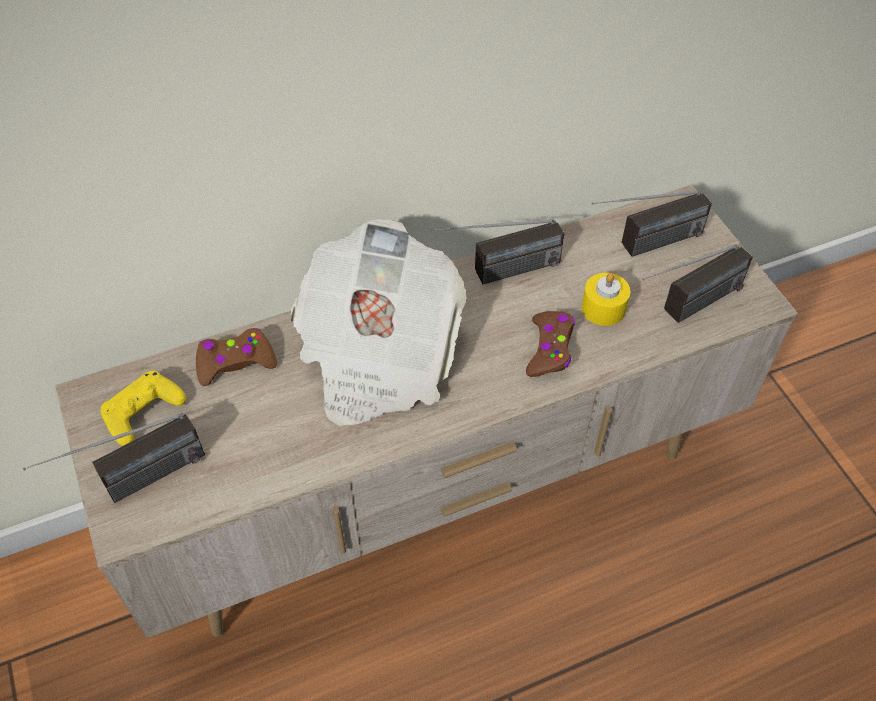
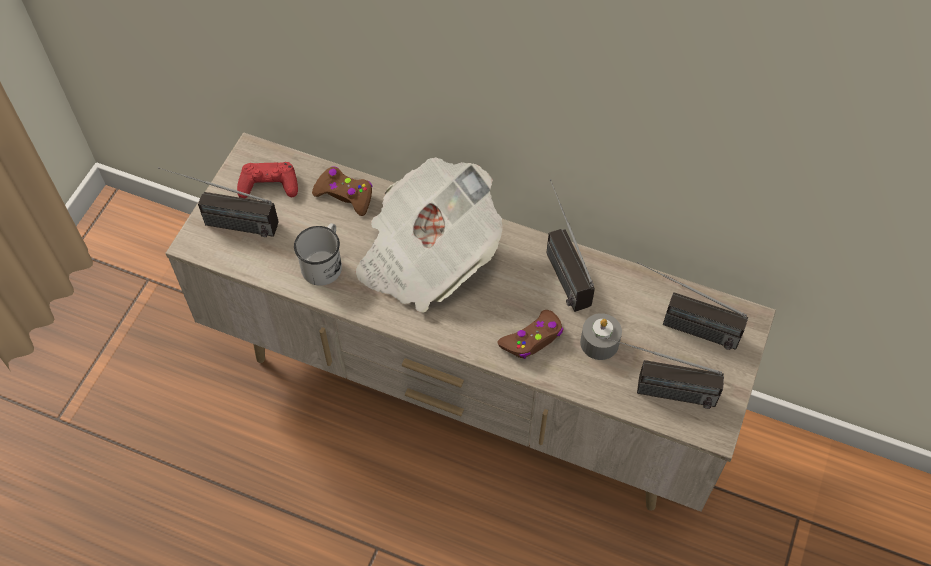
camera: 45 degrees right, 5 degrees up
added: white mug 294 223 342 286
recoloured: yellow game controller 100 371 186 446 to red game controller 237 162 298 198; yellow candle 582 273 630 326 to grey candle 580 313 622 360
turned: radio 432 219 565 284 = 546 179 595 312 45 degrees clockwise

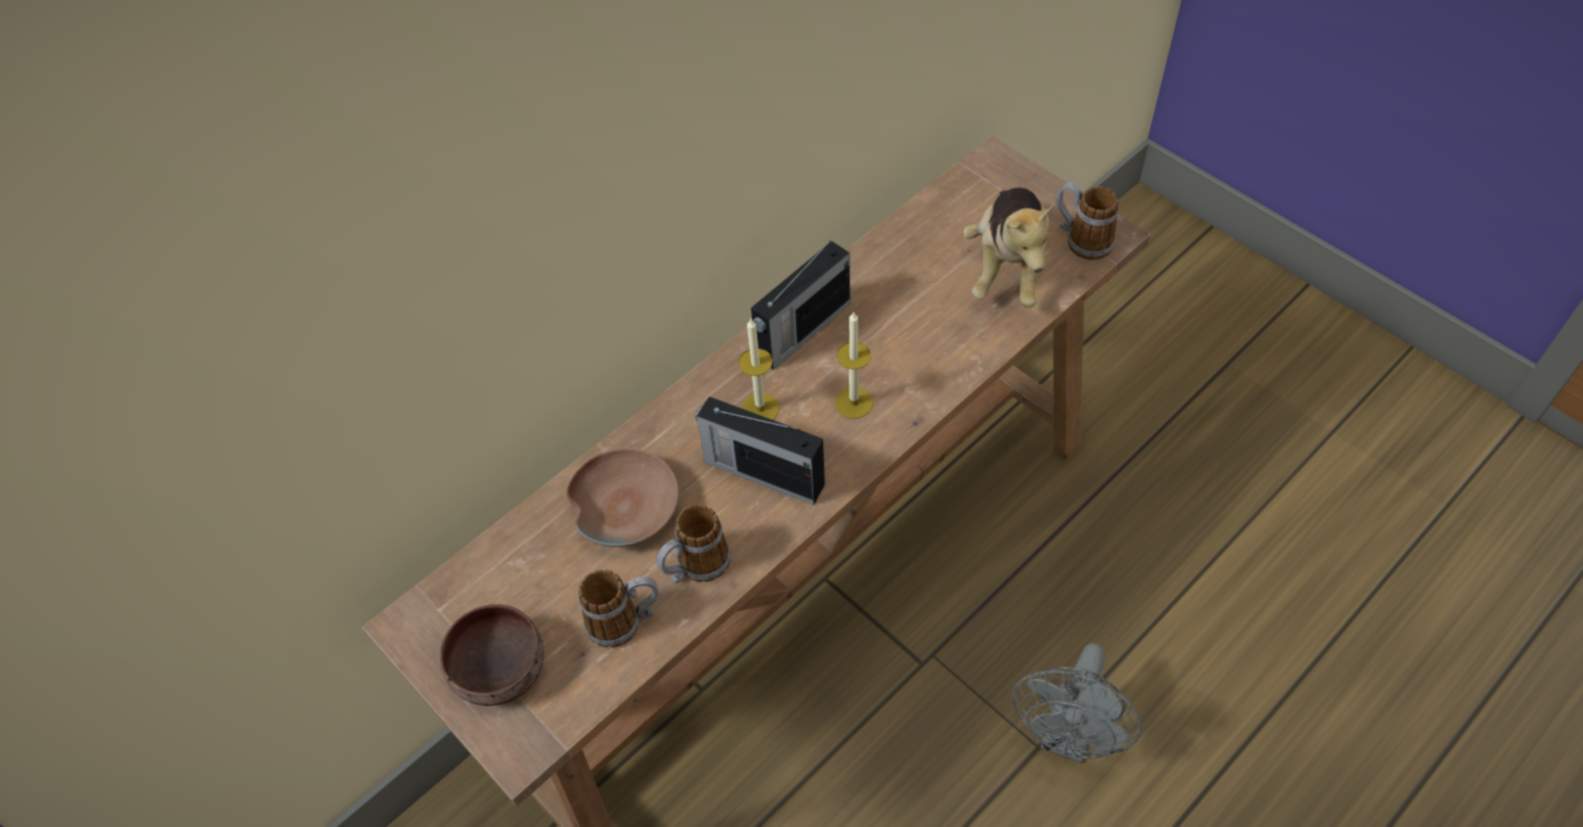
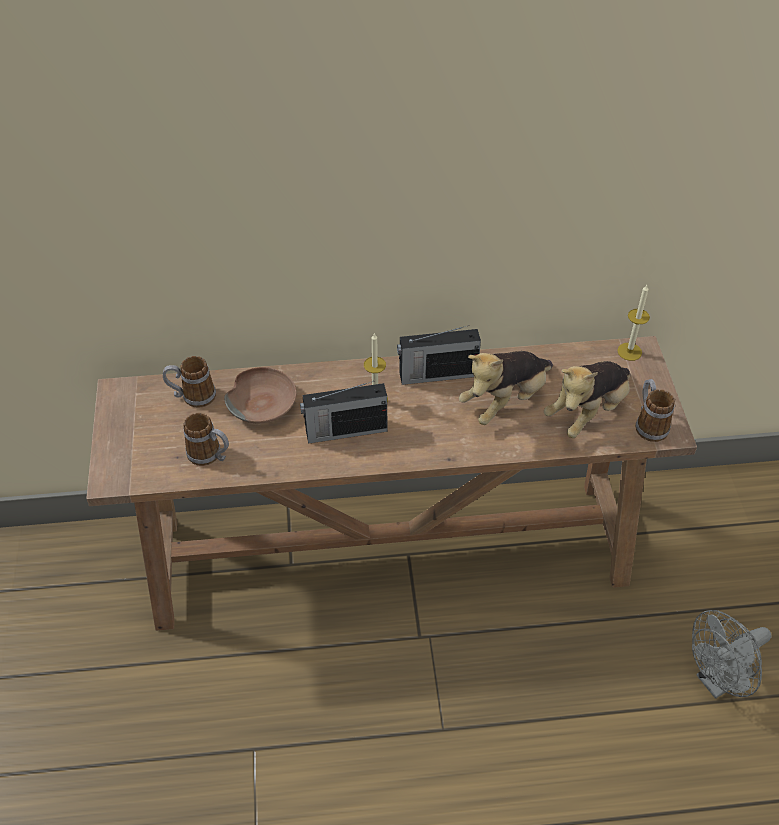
camera: 35 degrees right, 5 degrees down
removed: brown bowl 440 604 544 706
added: plush toy 459 351 553 425
moved: mug 657 504 731 583 to 163 356 216 408; candle 835 311 873 419 to 617 285 650 361; grey fan 1012 643 1142 763 to 692 610 772 699
turned: radio 695 396 825 505 = 300 381 387 444 75 degrees counterclockwise

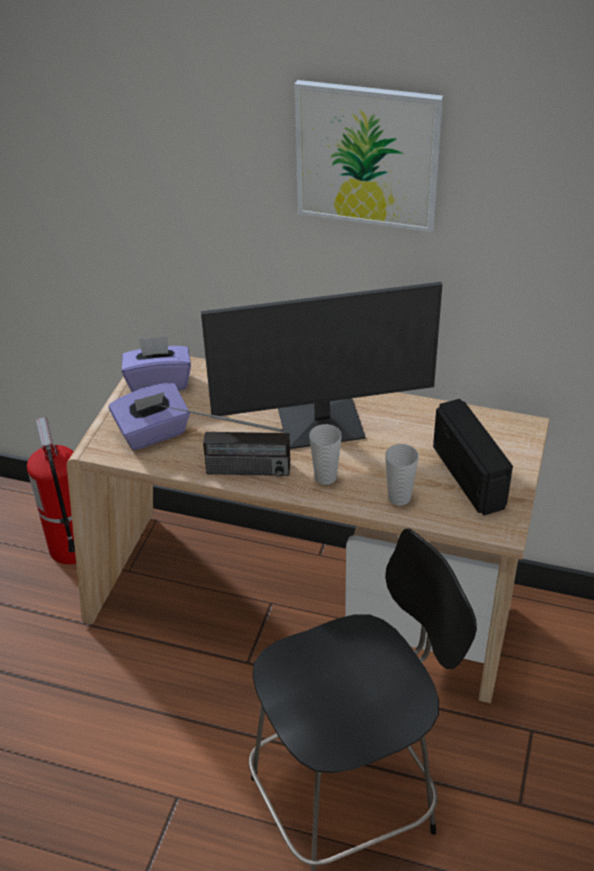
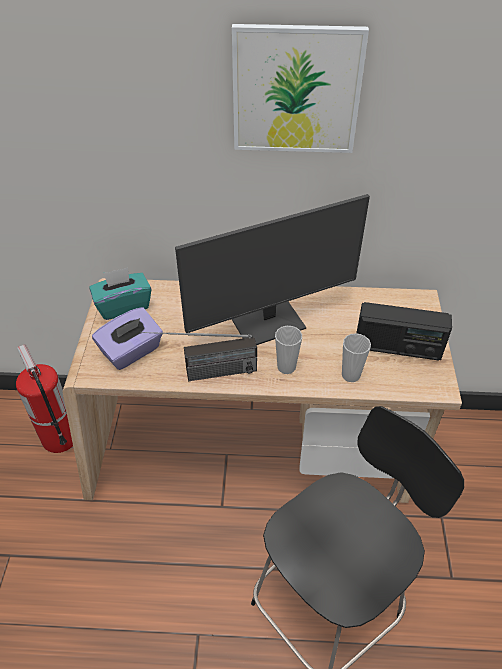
camera: 15 degrees left, 5 degrees up
recoloured: purple tissue box 122 336 191 392 to turquoise tissue box 89 267 152 320
turned: radio 433 399 513 515 = 356 302 452 361 135 degrees clockwise

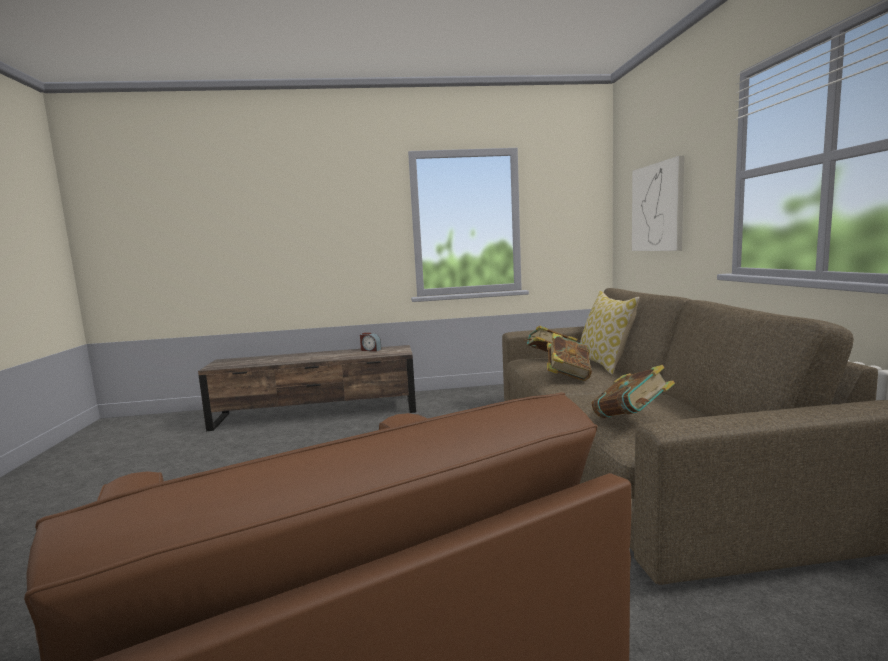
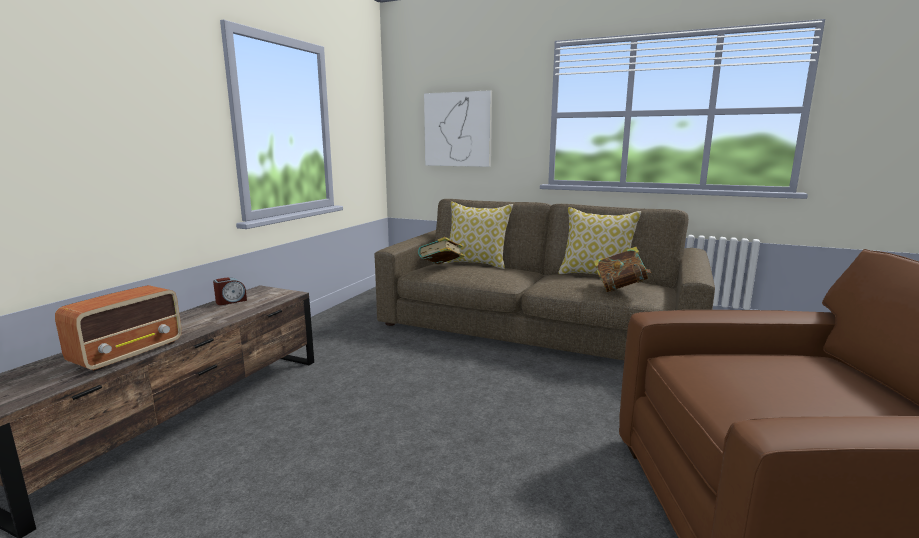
camera: 60 degrees left, 5 degrees up
removed: book 547 333 592 381
added: radio 55 285 182 372; pillow 558 207 641 275

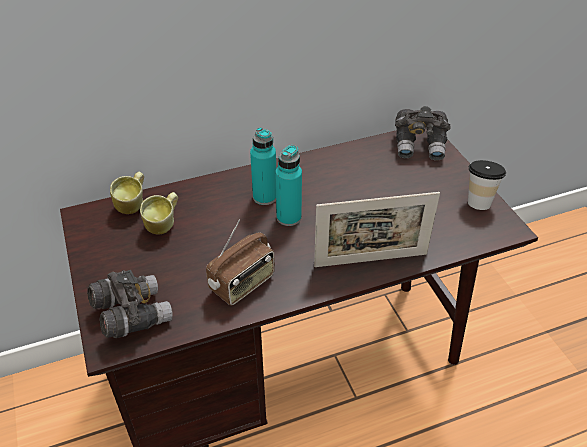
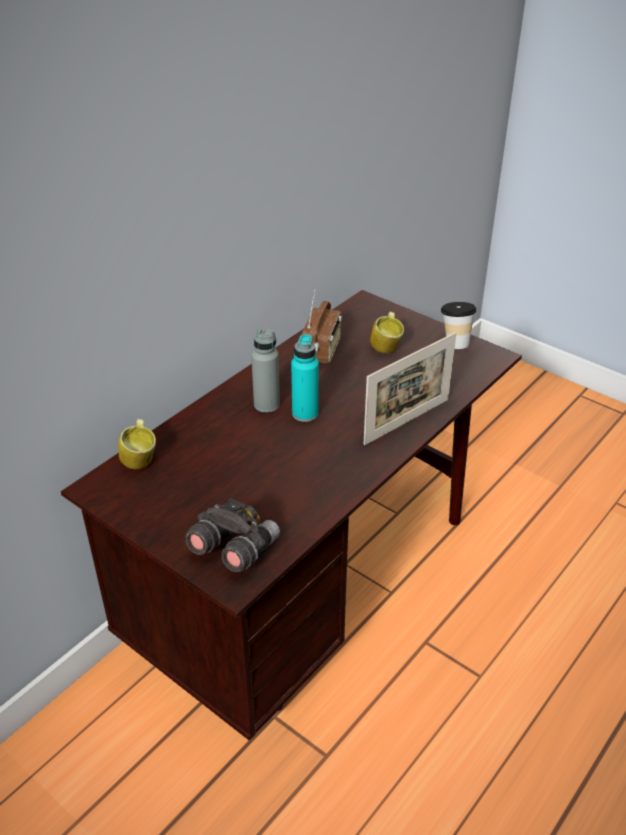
camera: 30 degrees left, 5 degrees down
removed: grey binoculars 395 106 450 161
moved: radio 206 220 275 306 to 302 289 342 364; mug 140 192 178 234 to 370 312 404 353
recoloured: turquoise bottle 250 127 276 205 to grey bottle 251 329 280 413

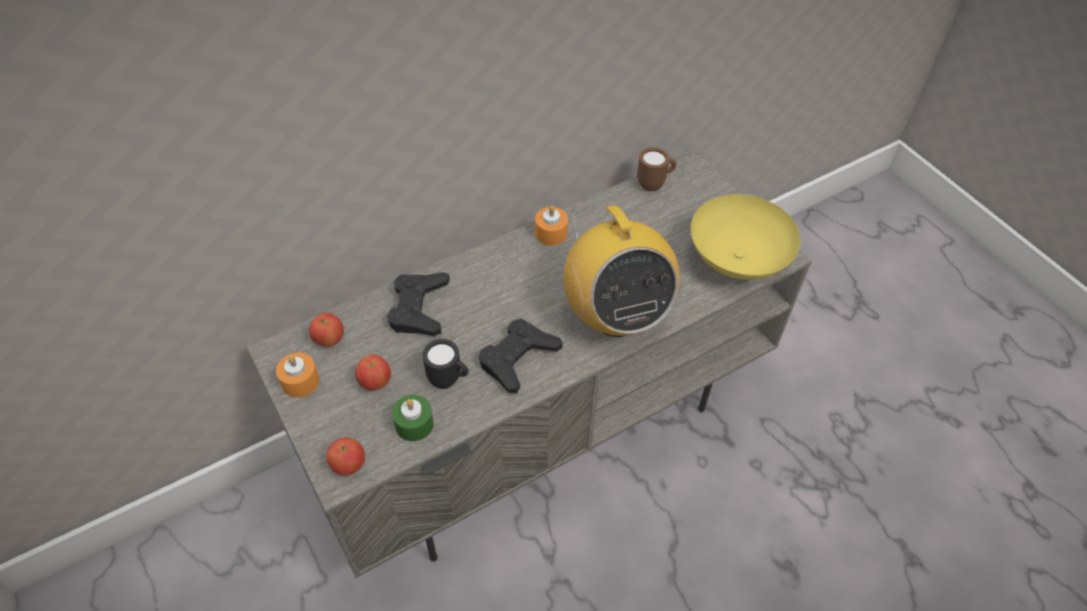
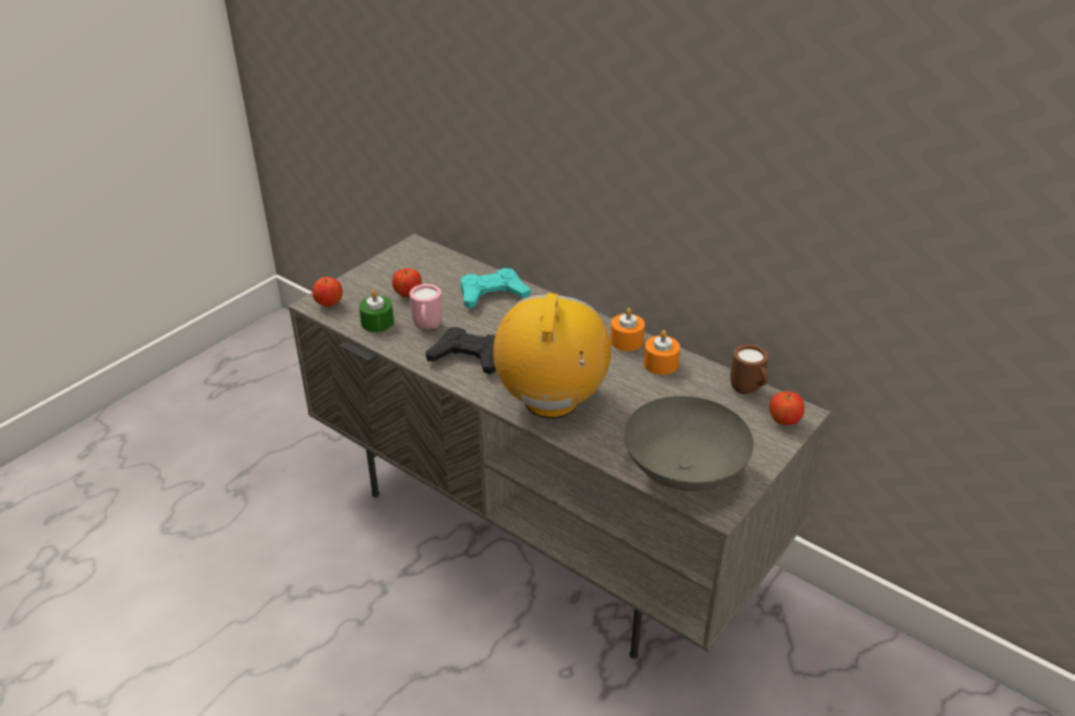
camera: 70 degrees right, 15 degrees down
moved: orange candle 276 352 319 398 to 644 330 680 375; apple 309 313 344 347 to 769 391 804 425
recoloured: black mug 423 339 469 389 to pink mug 409 284 443 329; black game controller 387 272 450 336 to turquoise game controller 461 268 531 308; yellow bowl 691 194 801 280 to grey bowl 624 396 754 491
turned: radio 563 205 680 337 = 493 293 611 418 135 degrees clockwise

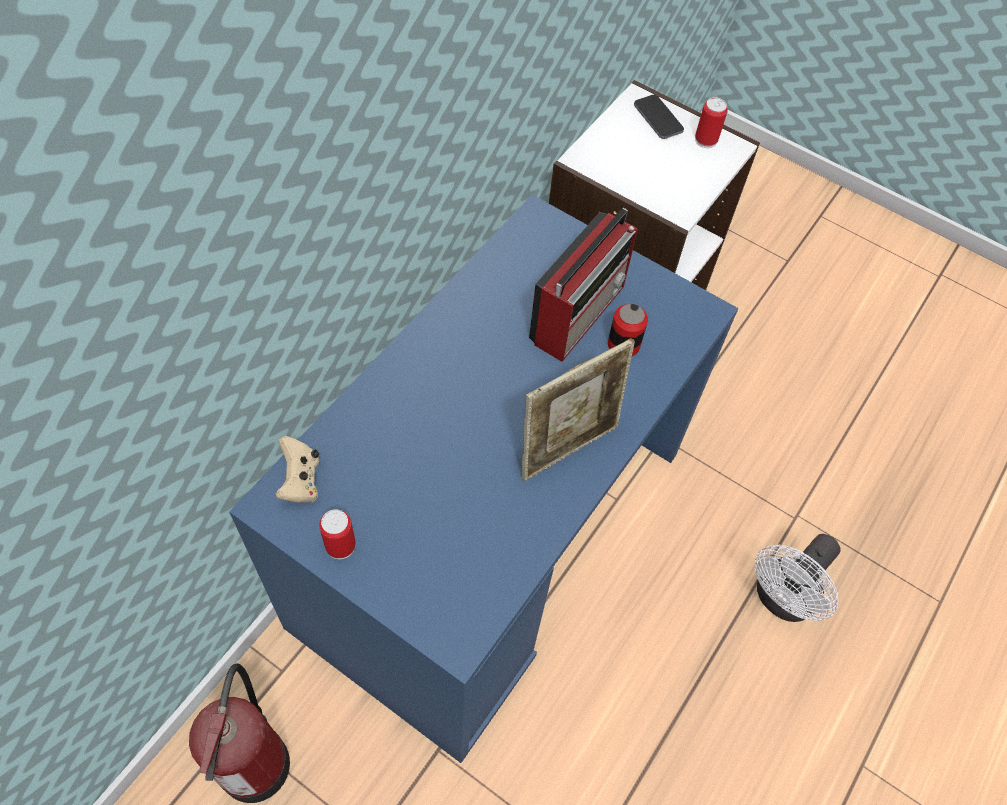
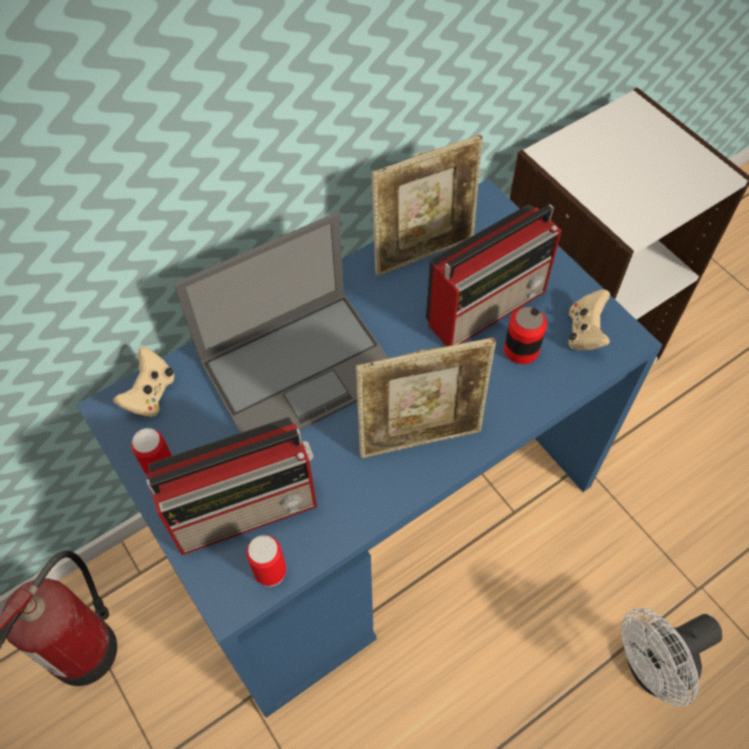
camera: 25 degrees right, 0 degrees up
removed: phone 634 95 684 139
added: radio 146 417 317 555; laptop 173 212 388 433; picture frame 371 135 483 276; beige game controller 568 289 610 350
moved: can 695 97 728 148 to 246 535 286 587

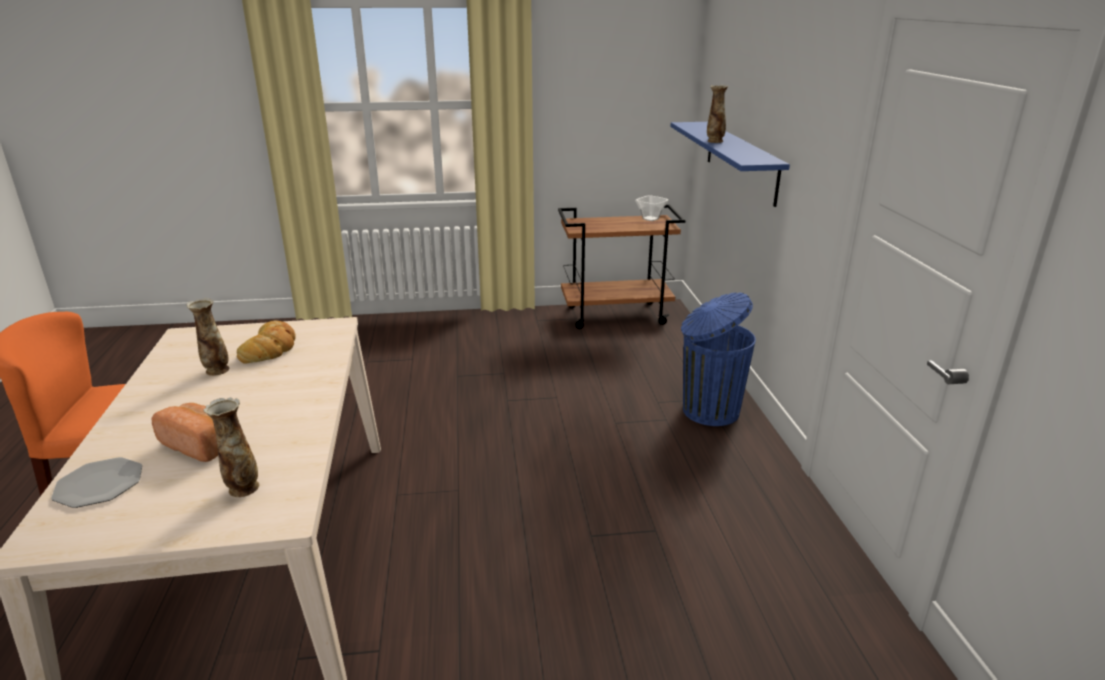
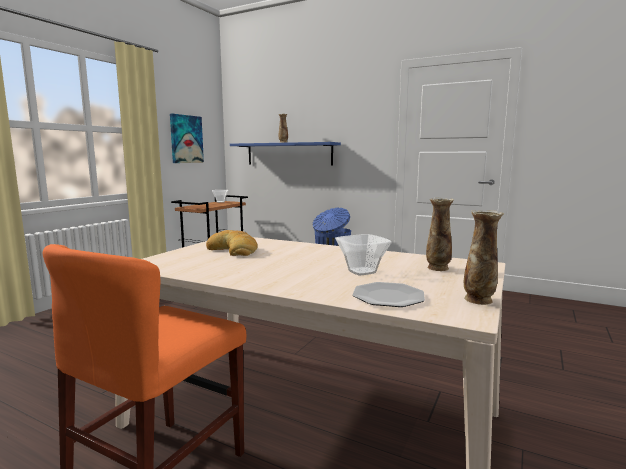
camera: 55 degrees left, 15 degrees down
added: picture 170 114 204 163
moved: vase 187 298 229 376 to 464 210 504 305
replaced: bread 151 403 218 462 to bowl 335 234 392 275

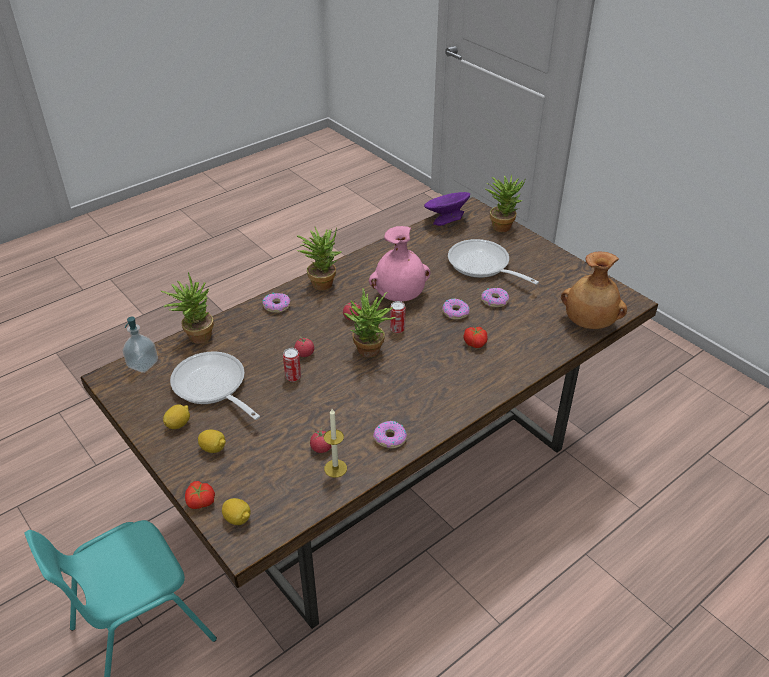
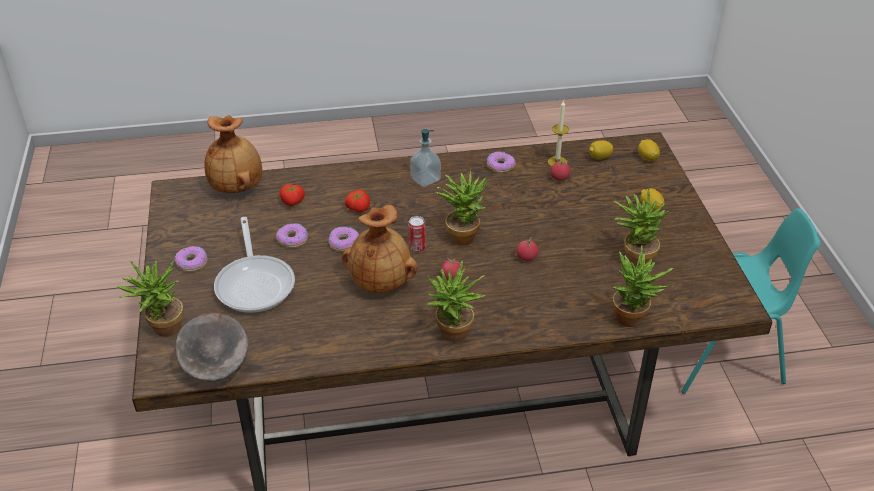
camera: 150 degrees left, 0 degrees up
removed: can 283 348 301 382
moved: donut 262 293 291 313 to 175 246 207 272; tomato 185 481 215 509 to 280 184 305 206; soap dispenser 122 317 158 373 to 410 129 441 187; lemon 163 404 190 429 to 589 140 613 159
replaced: frying pan 170 351 260 420 to potted plant 613 187 669 267
recoloured: purple bowl 424 192 470 226 to grey bowl 175 313 249 381; pink vase 369 226 431 302 to brown vase 342 205 418 293

